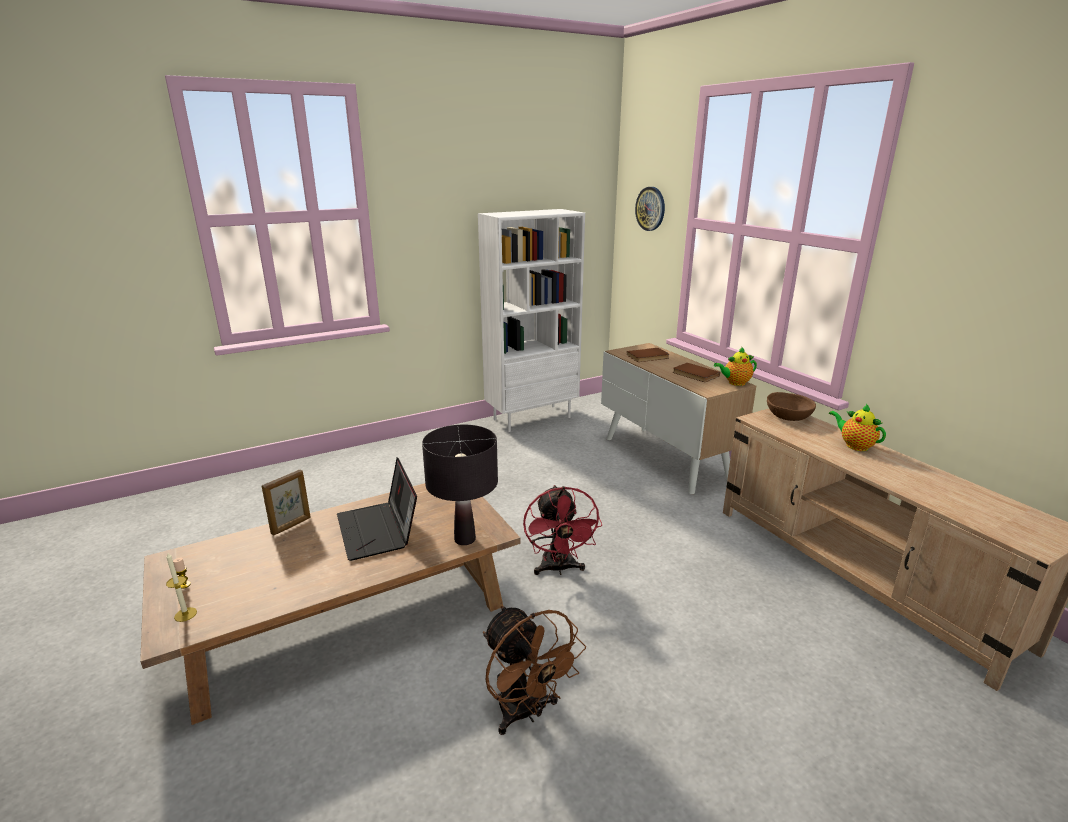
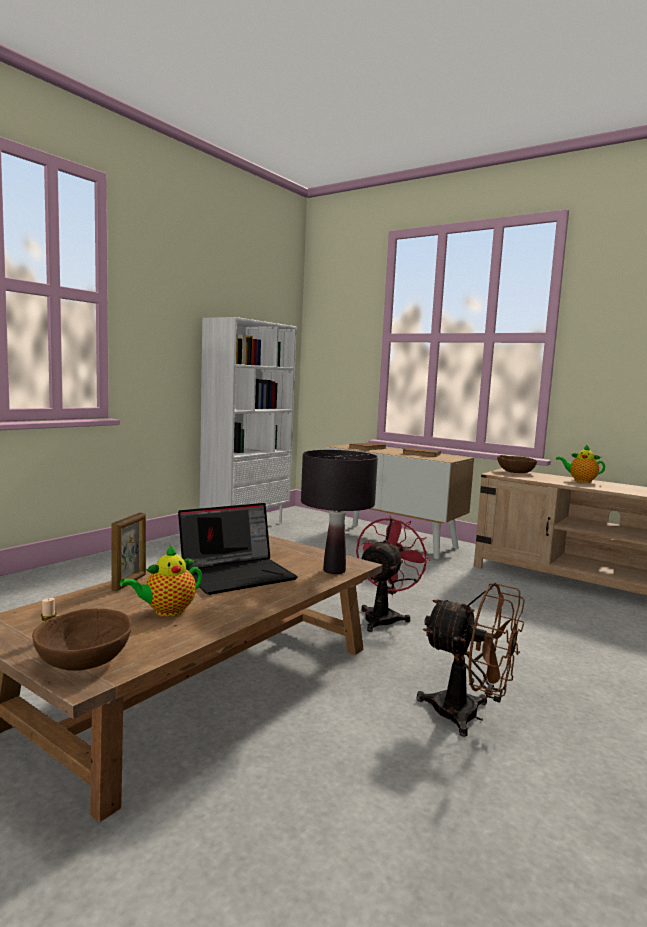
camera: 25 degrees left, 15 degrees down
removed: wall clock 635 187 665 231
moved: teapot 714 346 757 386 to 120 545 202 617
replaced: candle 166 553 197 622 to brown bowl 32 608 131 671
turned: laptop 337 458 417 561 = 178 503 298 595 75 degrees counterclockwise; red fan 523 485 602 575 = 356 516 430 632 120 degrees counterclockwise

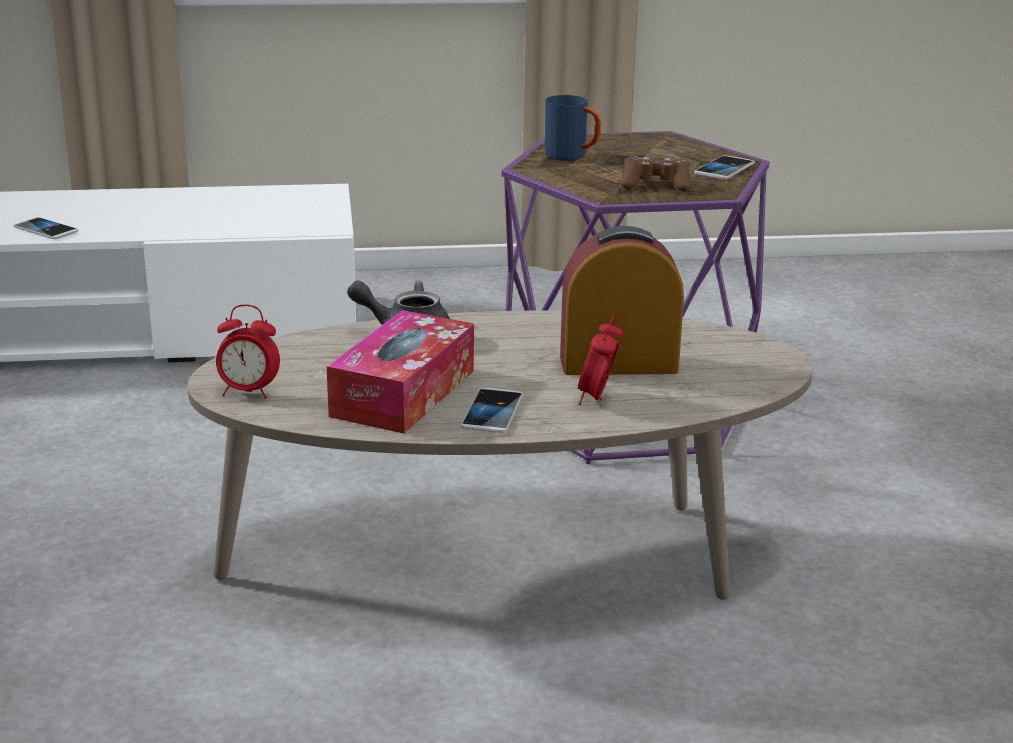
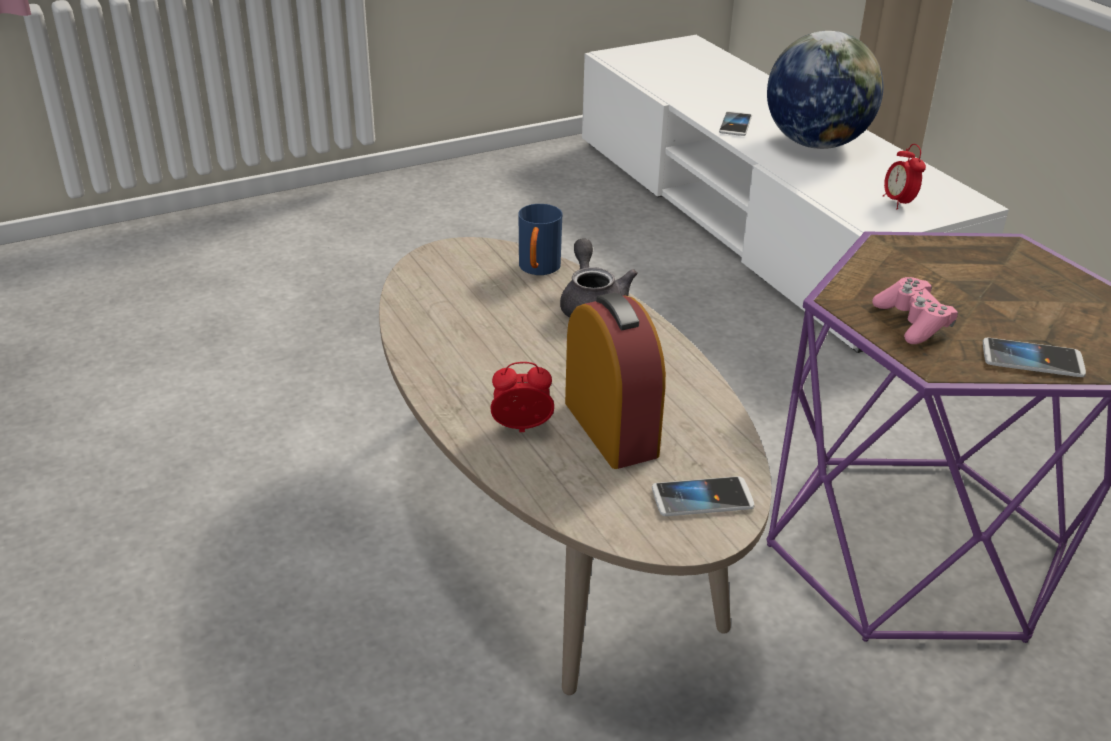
camera: 70 degrees right, 10 degrees up
removed: tissue box 327 310 474 434
added: globe 767 31 883 149
moved: blue mug 545 95 601 160 to 519 204 562 275; phone 461 388 523 433 to 652 476 755 516; alarm clock 216 305 280 399 to 883 144 926 210
recoloured: brown game controller 620 156 691 192 to pink game controller 872 277 958 344

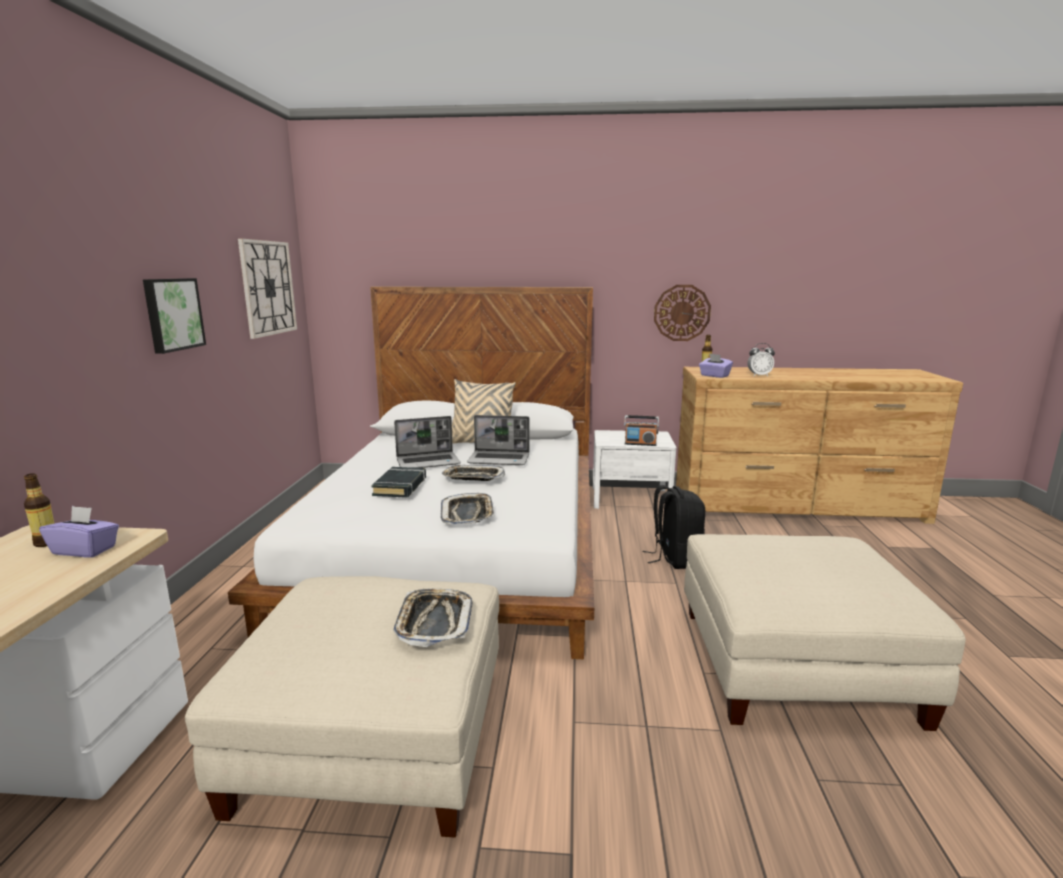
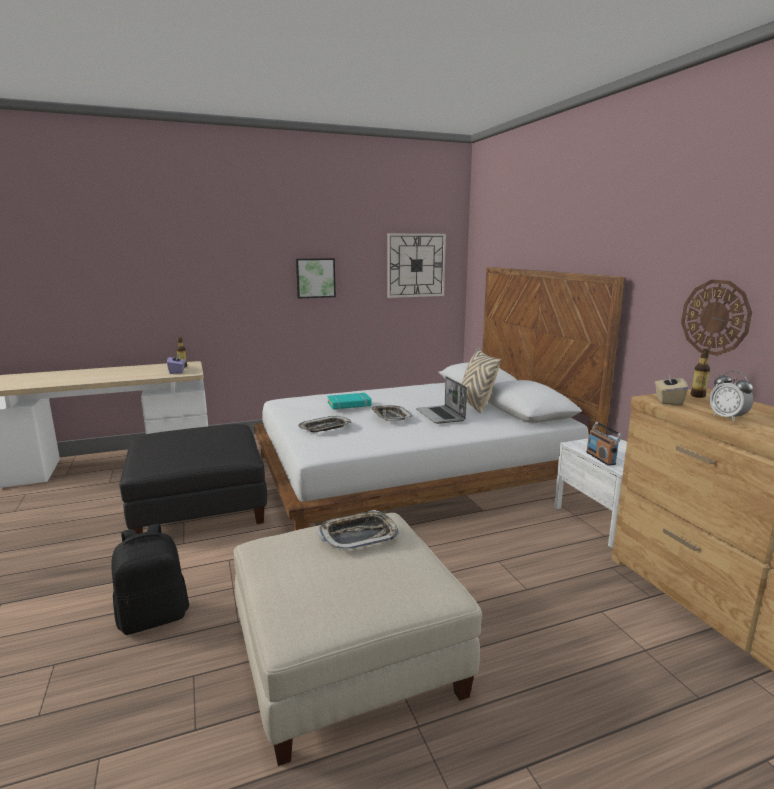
camera: 65 degrees right, 0 degrees up
removed: laptop 394 416 460 468
moved: black backpack 643 485 705 569 to 111 524 189 635; tray 393 588 473 647 to 318 510 399 551
recoloured: beige ottoman 185 576 499 838 to black ottoman 119 424 267 534; black book 371 467 426 498 to turquoise book 328 393 372 409; purple tissue box 699 353 733 378 to beige tissue box 655 373 688 406

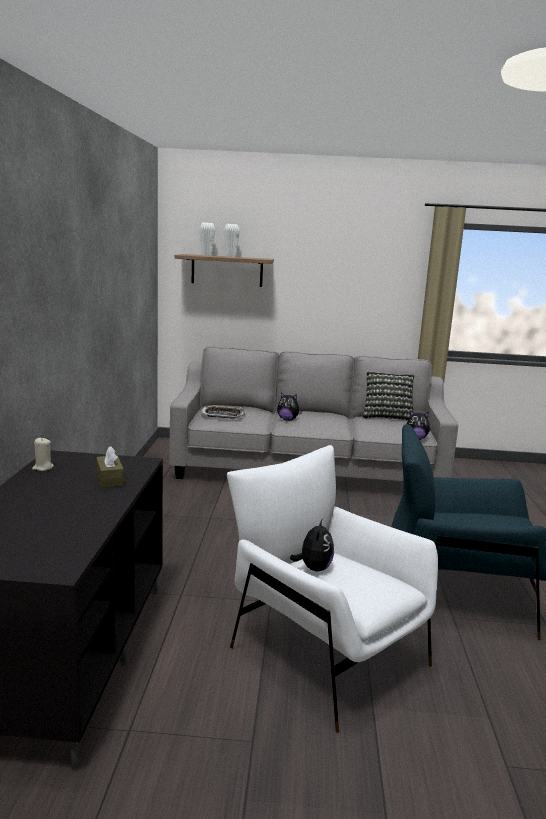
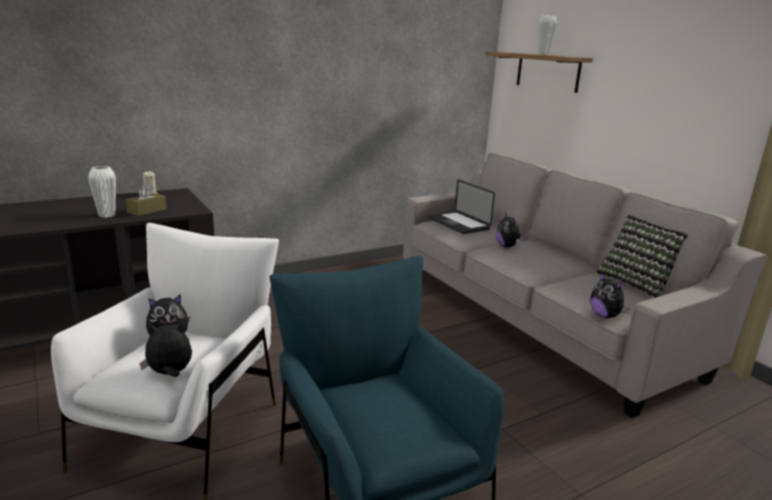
camera: 55 degrees right, 5 degrees up
added: plush toy 139 321 192 377
moved: white vase 199 223 215 256 to 88 166 116 218
replaced: tray 200 405 246 419 to laptop 428 179 495 234

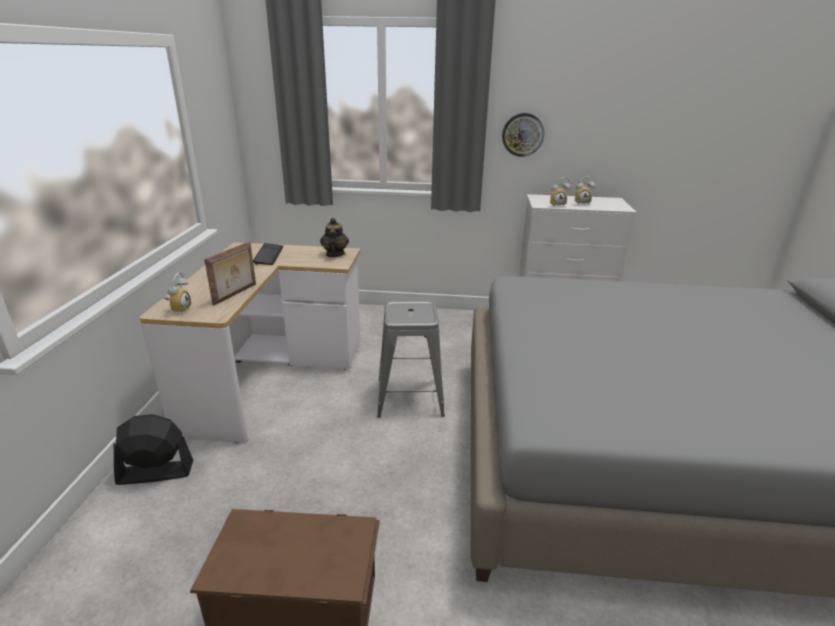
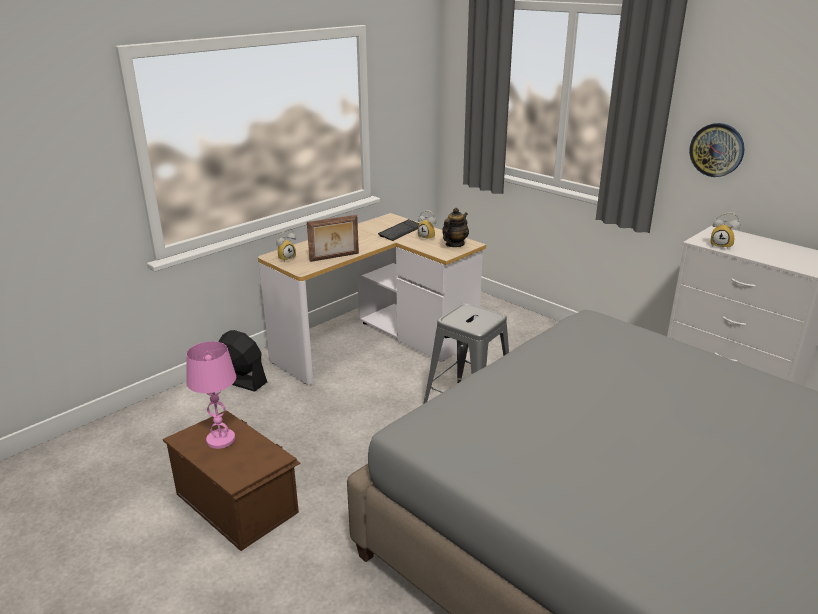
camera: 40 degrees right, 0 degrees up
added: pink table lamp 187 341 236 449
moved: alarm clock 575 176 595 205 to 418 210 436 240

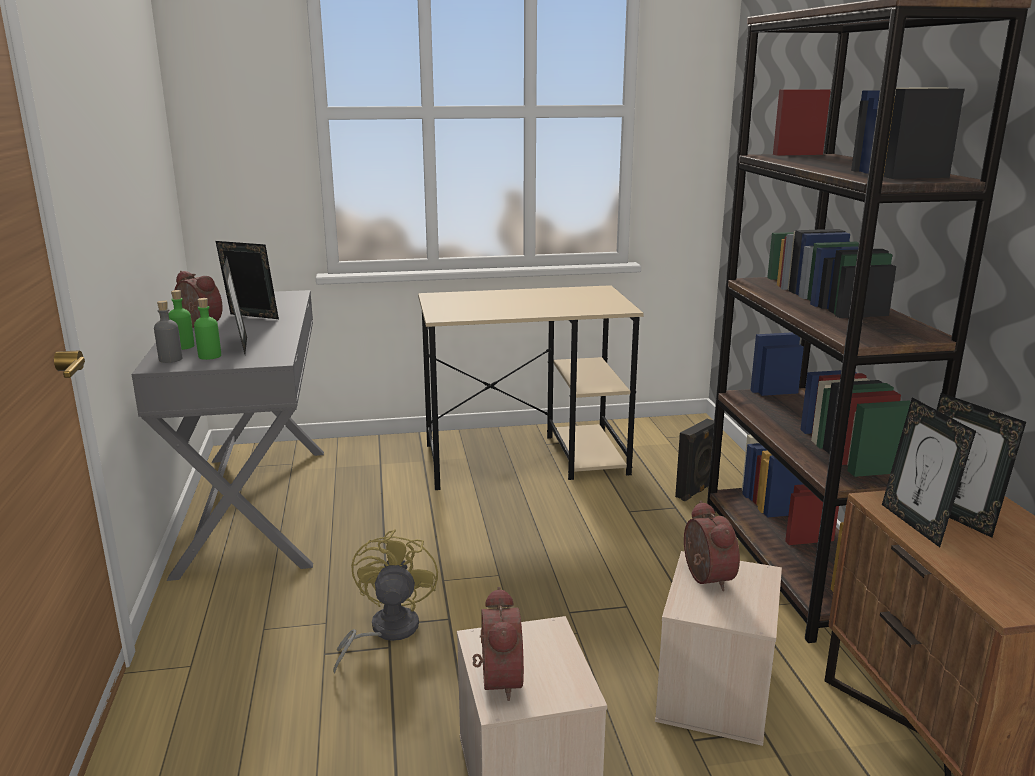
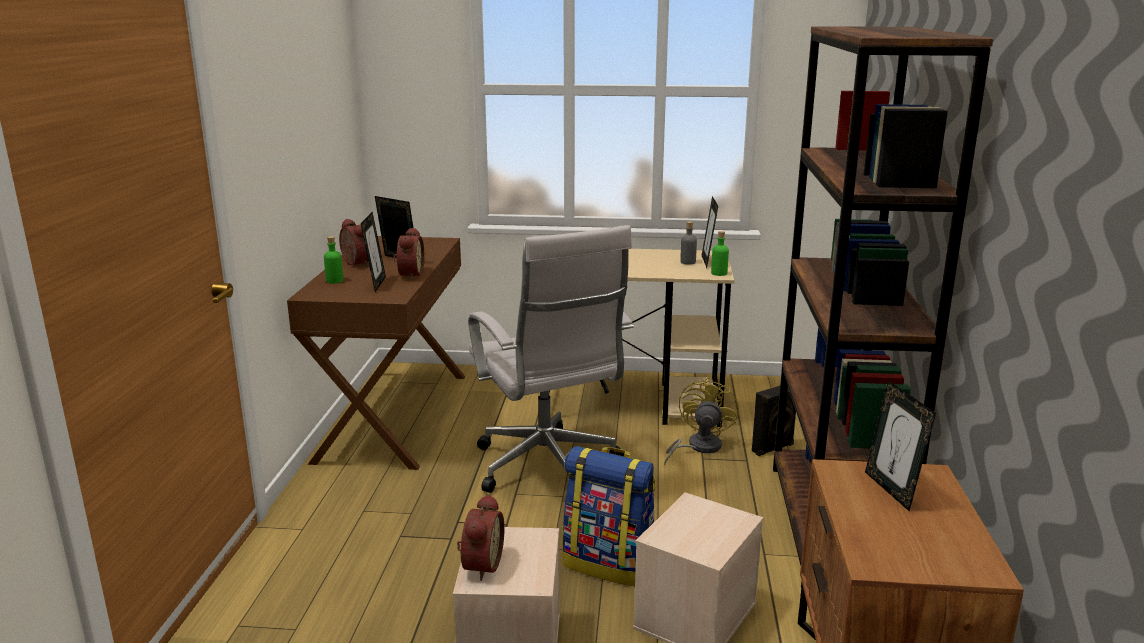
camera: 15 degrees right, 0 degrees up
added: white office chair 468 225 634 493; backpack 562 446 656 586
moved: alarm clock 684 501 740 591 to 393 227 424 280; yellow fan 333 530 438 674 to 664 377 739 465; grey bottle 154 300 183 363 to 680 221 697 265; picture frame 882 397 976 547 to 701 196 718 268; green bottle 194 298 221 360 to 711 231 729 276
recoloured: grey desk 132 290 324 581 to brown desk 287 236 465 470

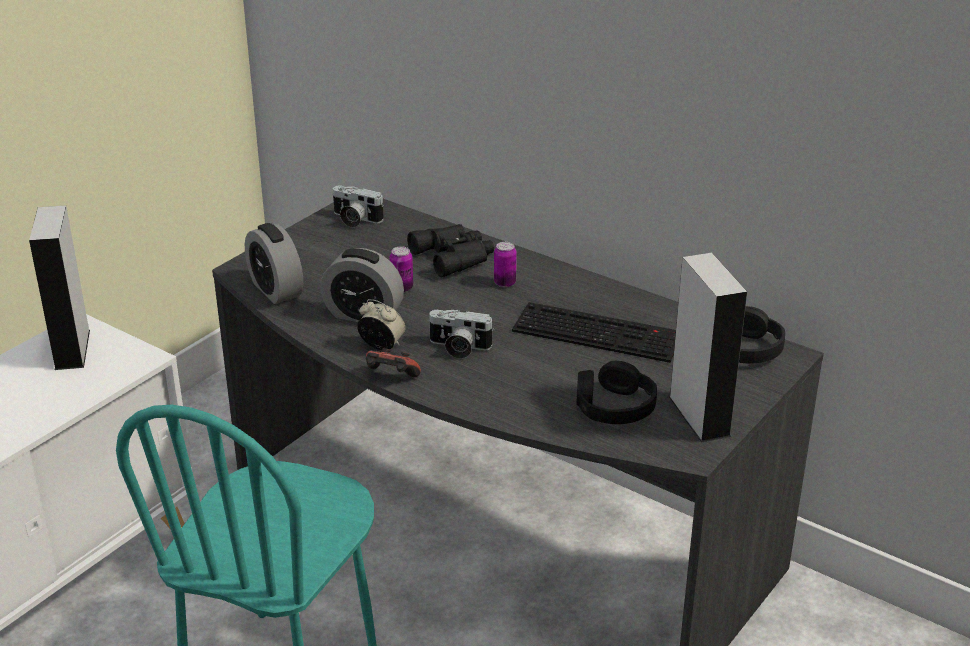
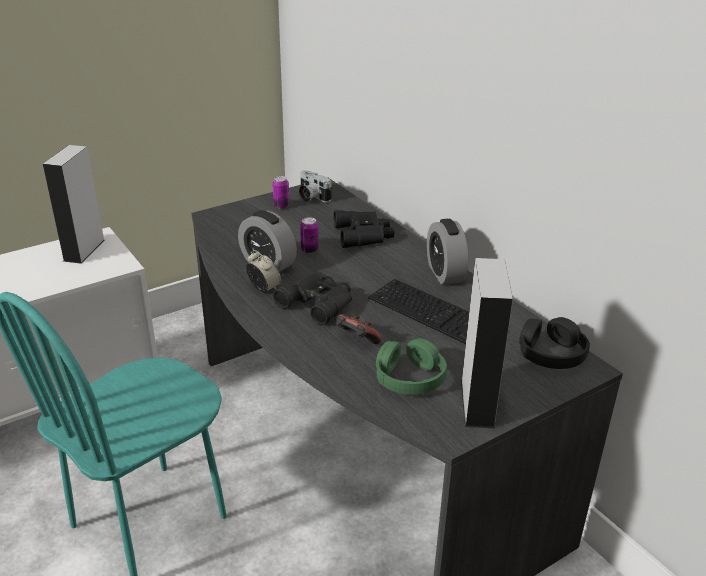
camera: 20 degrees right, 0 degrees up
moved: can 494 242 517 287 to 273 176 289 209; game controller 366 348 421 377 to 336 314 381 344; alarm clock 245 223 303 304 to 427 219 468 285
replaced: photo camera 428 310 494 359 to black binoculars 273 274 352 325
recoloured: black headphones 576 361 657 424 to green headphones 376 338 447 395

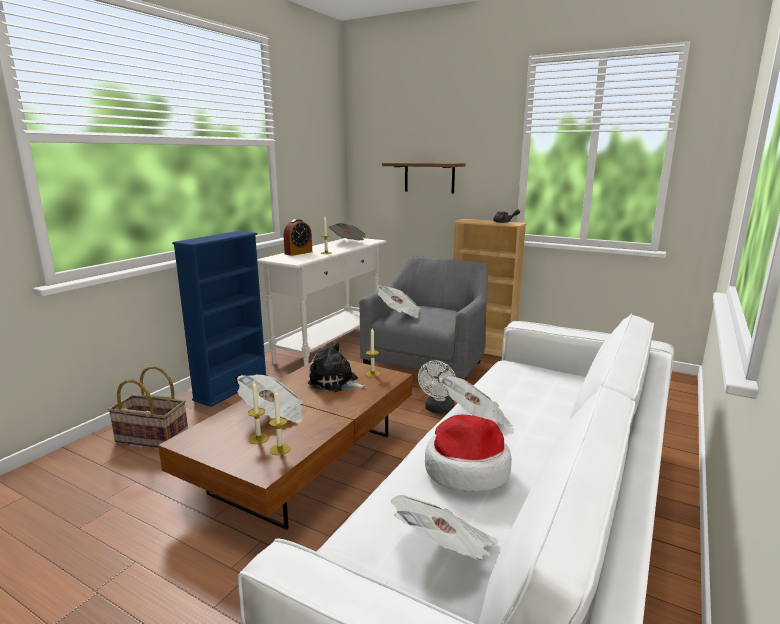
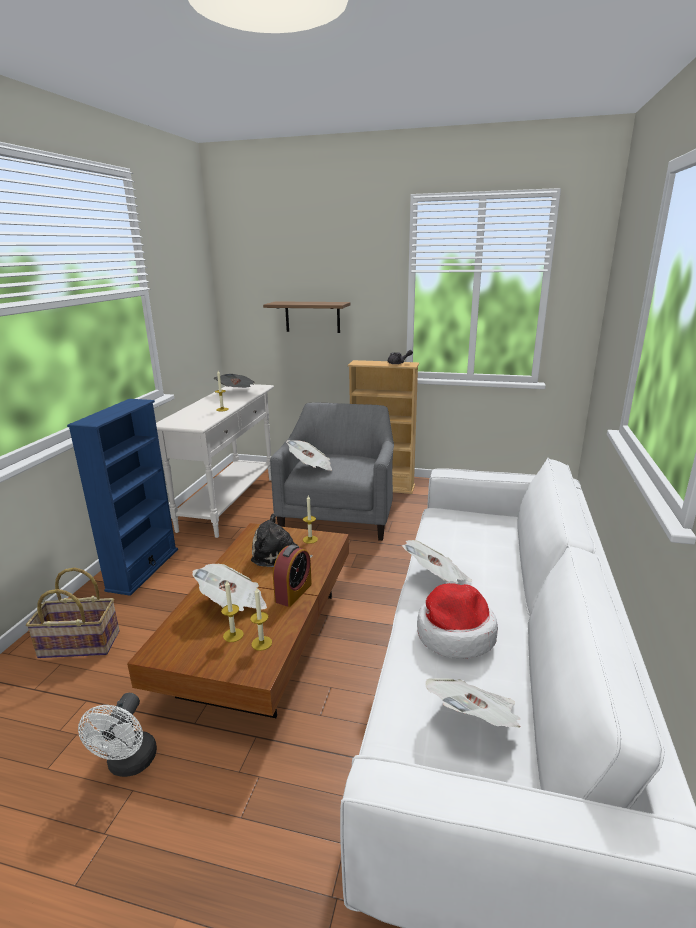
camera: 15 degrees left, 5 degrees up
moved: white fan 418 360 456 414 to 78 693 157 777; alarm clock 284 219 312 256 to 273 545 312 607

